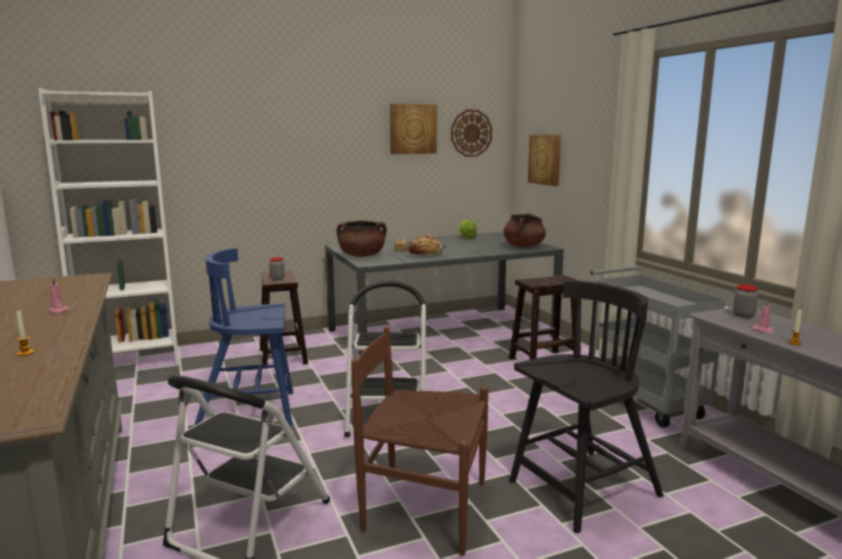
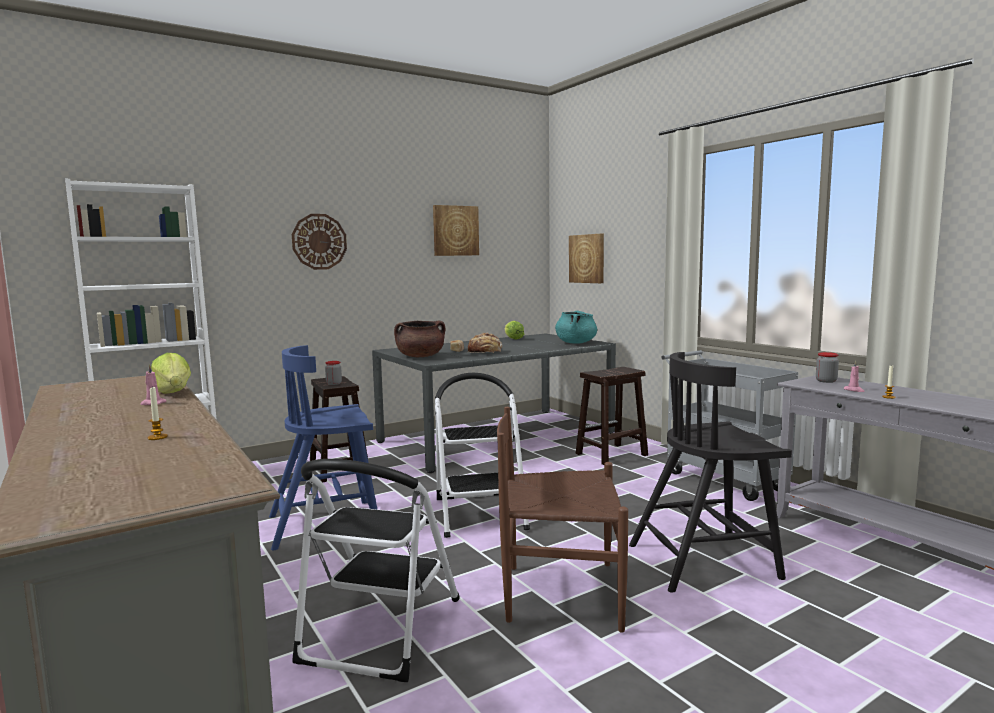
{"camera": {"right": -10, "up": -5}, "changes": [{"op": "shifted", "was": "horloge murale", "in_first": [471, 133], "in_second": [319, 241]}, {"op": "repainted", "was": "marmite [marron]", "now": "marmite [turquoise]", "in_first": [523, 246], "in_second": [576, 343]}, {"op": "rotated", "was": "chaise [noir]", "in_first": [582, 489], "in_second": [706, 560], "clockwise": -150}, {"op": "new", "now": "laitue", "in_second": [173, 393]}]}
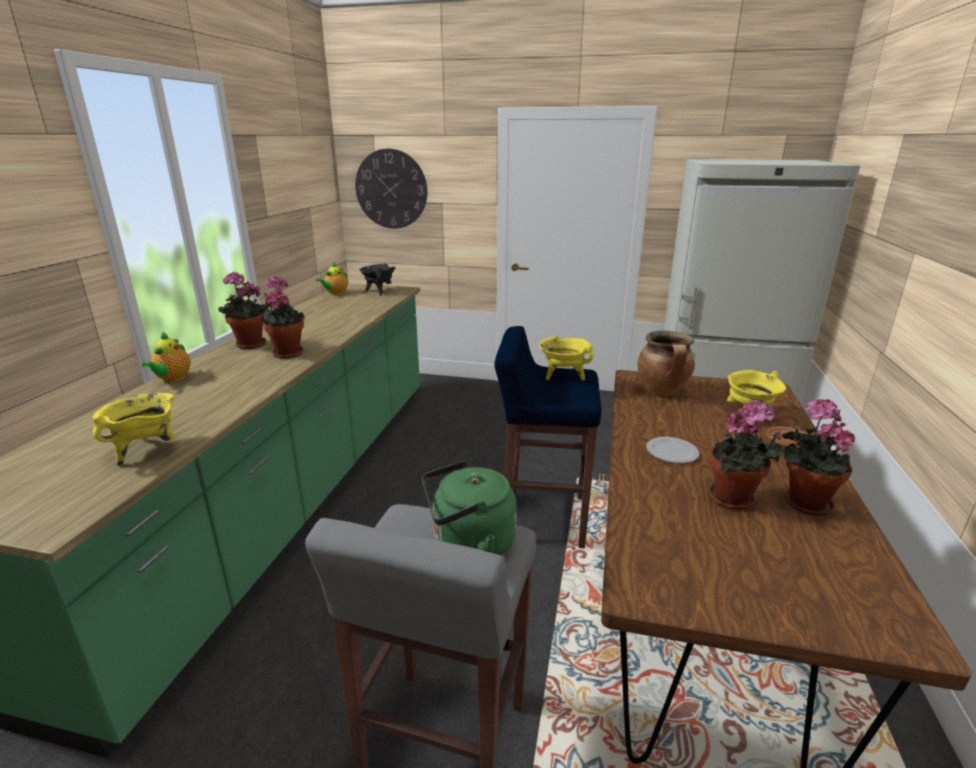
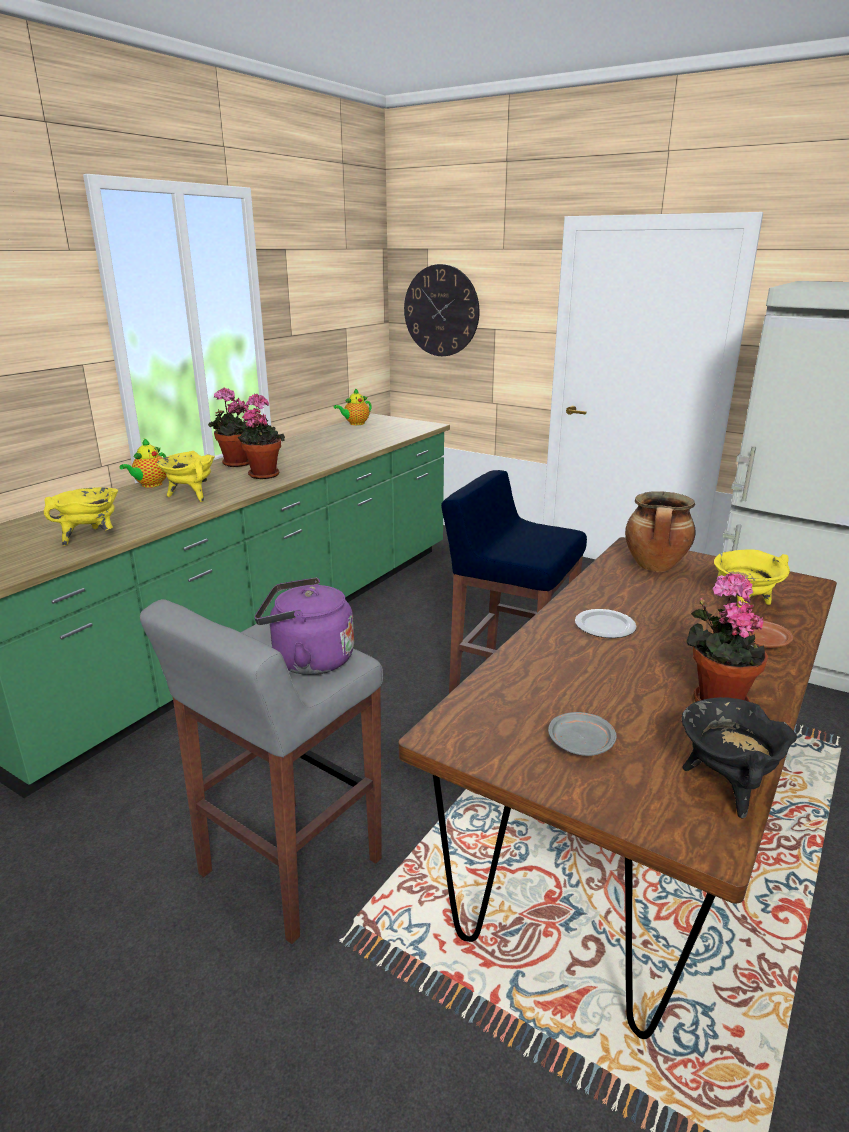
{"camera": {"right": 20, "up": 0}, "changes": [{"op": "shifted", "was": "marmite [noir]", "in_first": [378, 291], "in_second": [725, 786]}, {"op": "repainted", "was": "bouilloire [vert]", "now": "bouilloire [violet]", "in_first": [469, 545], "in_second": [307, 660]}, {"op": "shifted", "was": "marmite [jaune]", "in_first": [563, 376], "in_second": [191, 496]}, {"op": "gone", "was": "plante en pot", "in_first": [734, 500]}, {"op": "new", "now": "assiette [gris]", "in_second": [580, 743]}]}
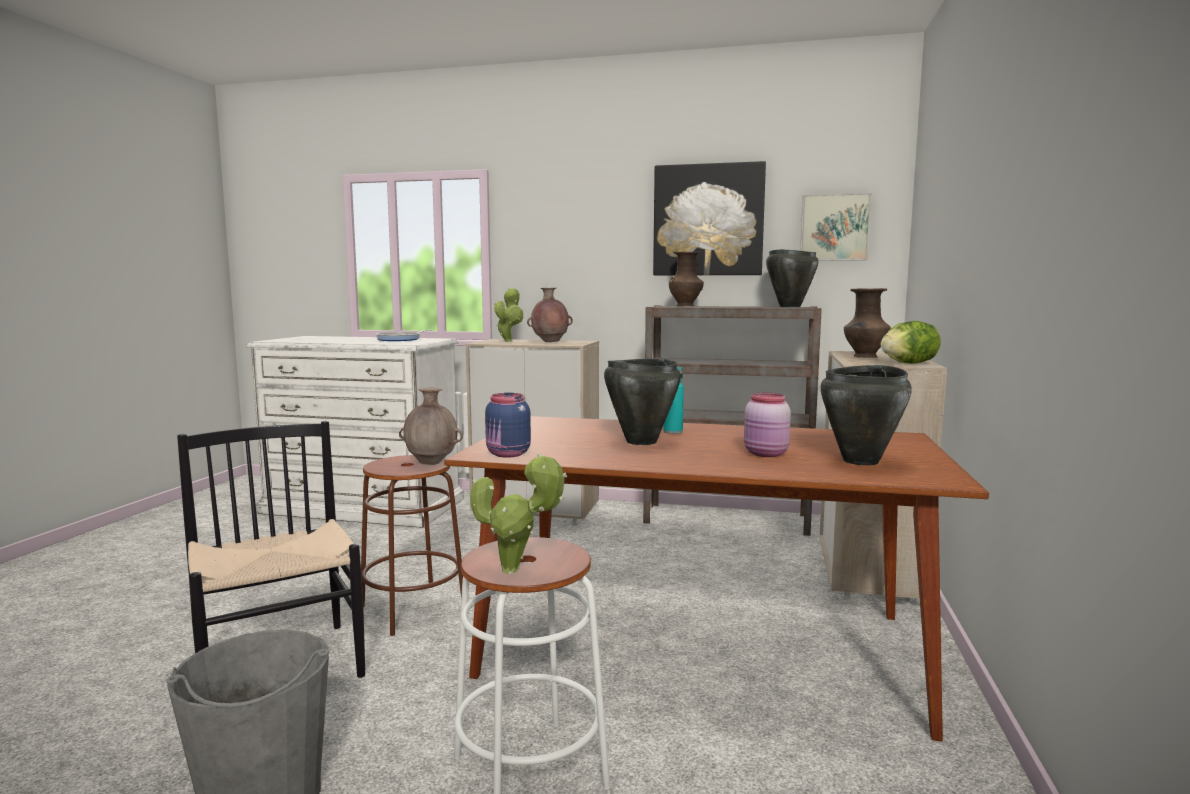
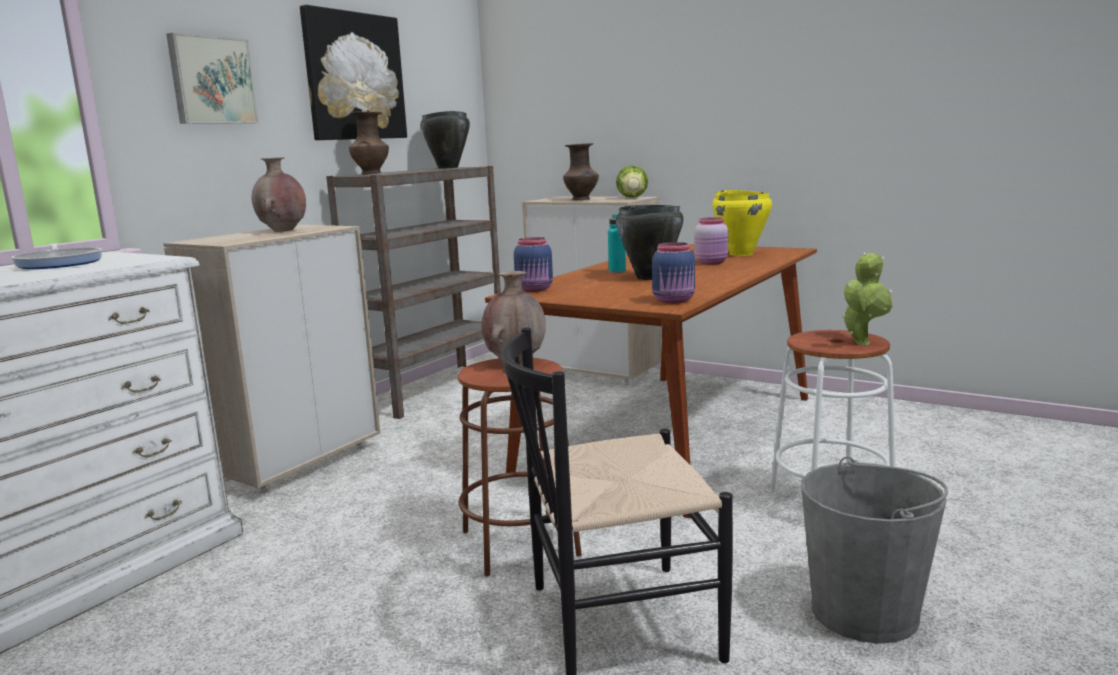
{"camera": {"right": -70, "up": 5}, "changes": [{"op": "gone", "was": "plante en pot", "in_first": [509, 341]}, {"op": "shifted", "was": "tableau", "in_first": [834, 227], "in_second": [211, 80]}, {"op": "repainted", "was": "marmite [noir]", "now": "marmite [jaune]", "in_first": [861, 461], "in_second": [741, 254]}, {"op": "new", "now": "bocal [bleu]", "in_second": [535, 290]}]}
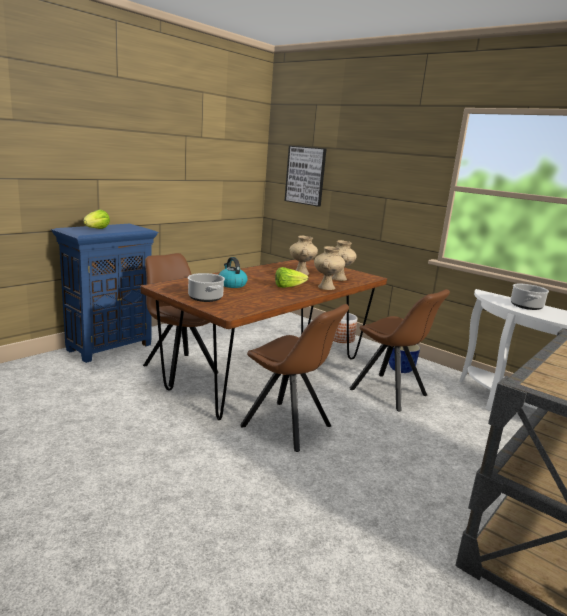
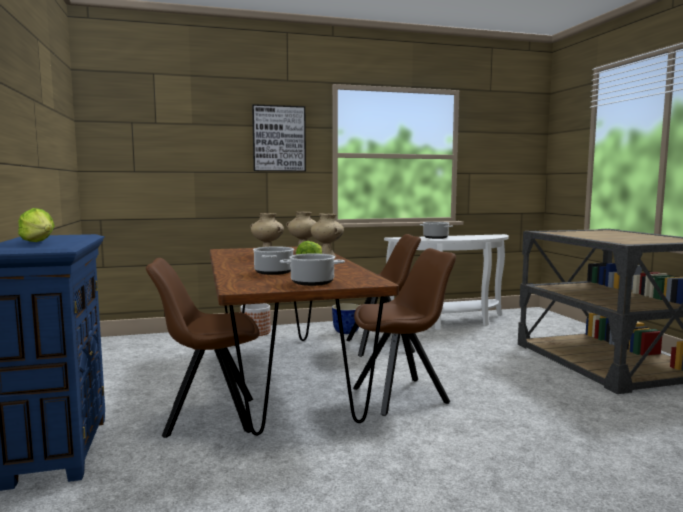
{"camera": {"right": -55, "up": -10}, "changes": [{"op": "swapped", "was": "bouilloire", "now": "marmite", "in_first": [231, 284], "in_second": [274, 272]}, {"op": "shifted", "was": "tableau", "in_first": [305, 175], "in_second": [279, 138]}]}
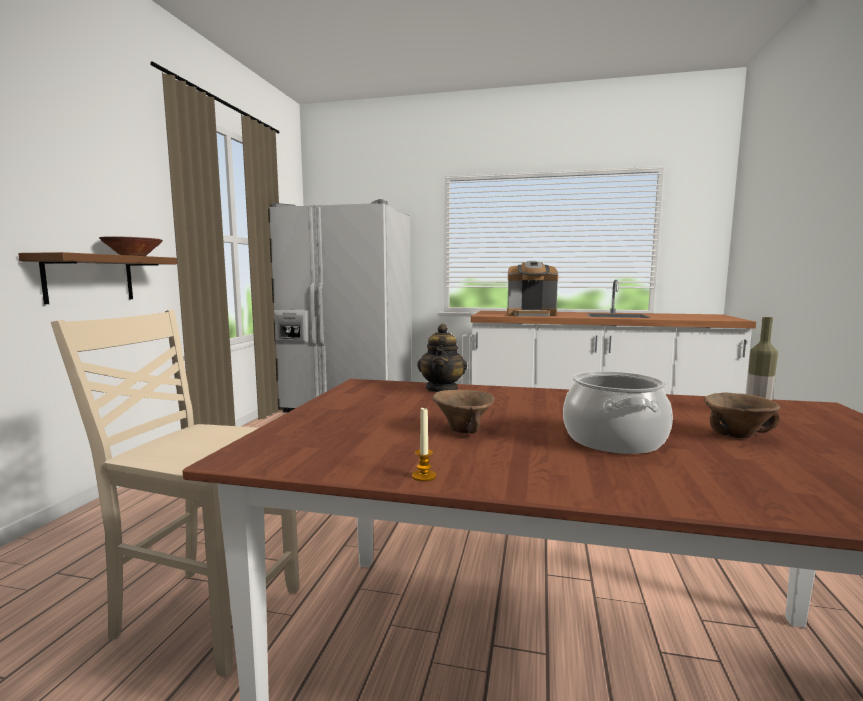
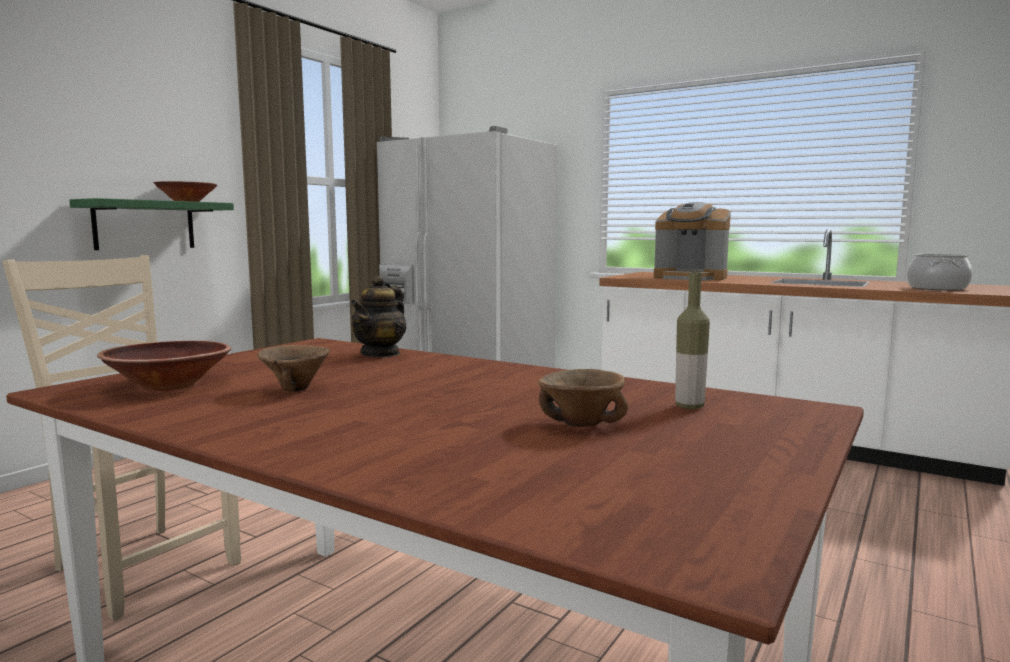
{"camera": {"right": 20, "up": 0}, "changes": [{"op": "repainted", "was": "étagère [marron]", "now": "étagère [vert]", "in_first": [89, 278], "in_second": [144, 225]}, {"op": "gone", "was": "bougie", "in_first": [424, 476]}, {"op": "shifted", "was": "marmite", "in_first": [613, 440], "in_second": [936, 288]}, {"op": "new", "now": "bol [marron]", "in_second": [168, 385]}]}
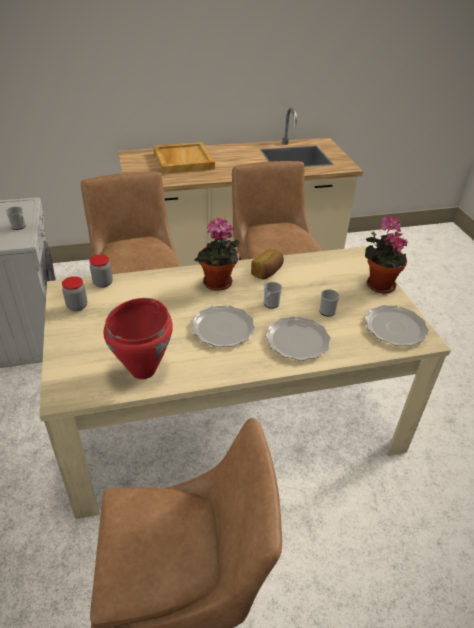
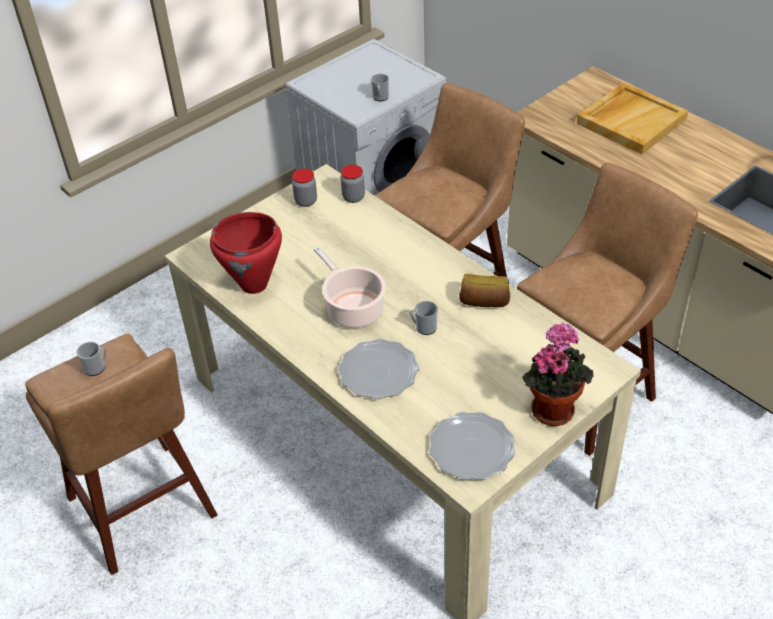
{"camera": {"right": 65, "up": 5}, "changes": [{"op": "swapped", "was": "assiette", "now": "marmite", "in_first": [222, 328], "in_second": [353, 309]}, {"op": "gone", "was": "plante en pot", "in_first": [218, 285]}, {"op": "shifted", "was": "mug", "in_first": [327, 310], "in_second": [97, 367]}]}
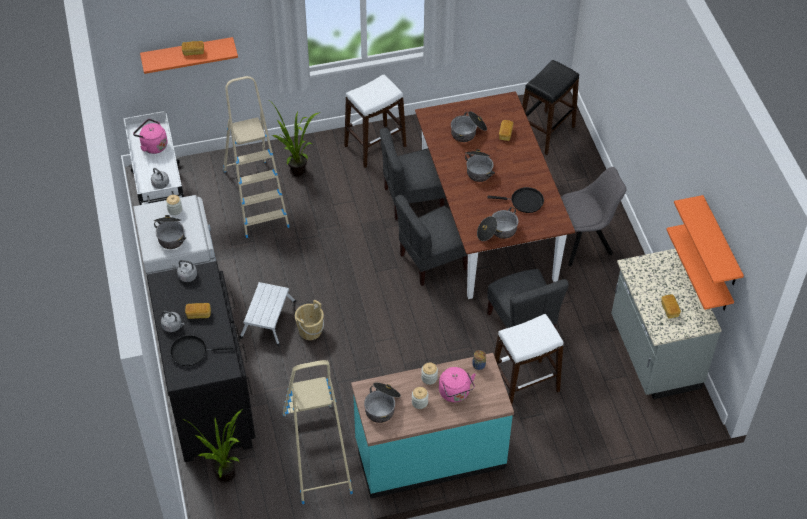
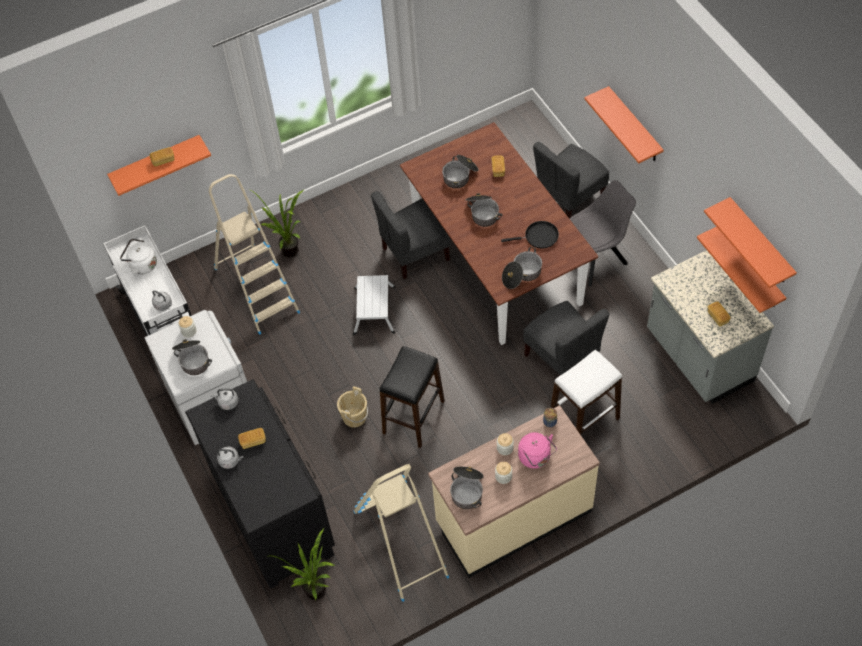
{"camera": {"right": -10, "up": 5}, "changes": [{"op": "repainted", "was": "bouilloire [rose]", "now": "bouilloire [blanc]", "in_first": [152, 145], "in_second": [142, 265]}, {"op": "gone", "was": "poêle [noir]", "in_first": [192, 352]}, {"op": "shifted", "was": "escabeau [blanc]", "in_first": [268, 319], "in_second": [374, 309]}, {"op": "gone", "was": "tabouret [blanc]", "in_first": [375, 146]}, {"op": "repainted", "was": "comptoir de cuisine [turquoise]", "now": "comptoir de cuisine [beige]", "in_first": [430, 454], "in_second": [513, 516]}, {"op": "shifted", "was": "chaise [gris]", "in_first": [432, 261], "in_second": [569, 199]}, {"op": "shifted", "was": "tabouret [noir]", "in_first": [546, 132], "in_second": [413, 417]}, {"op": "new", "now": "étagère [orange]", "in_second": [634, 126]}]}
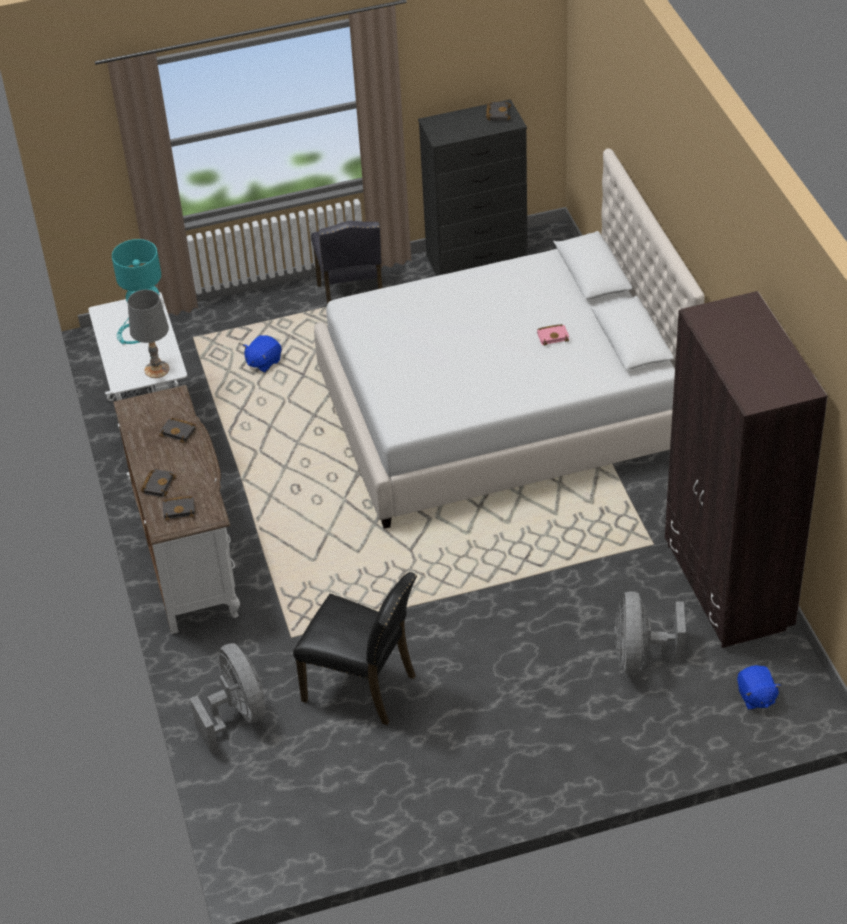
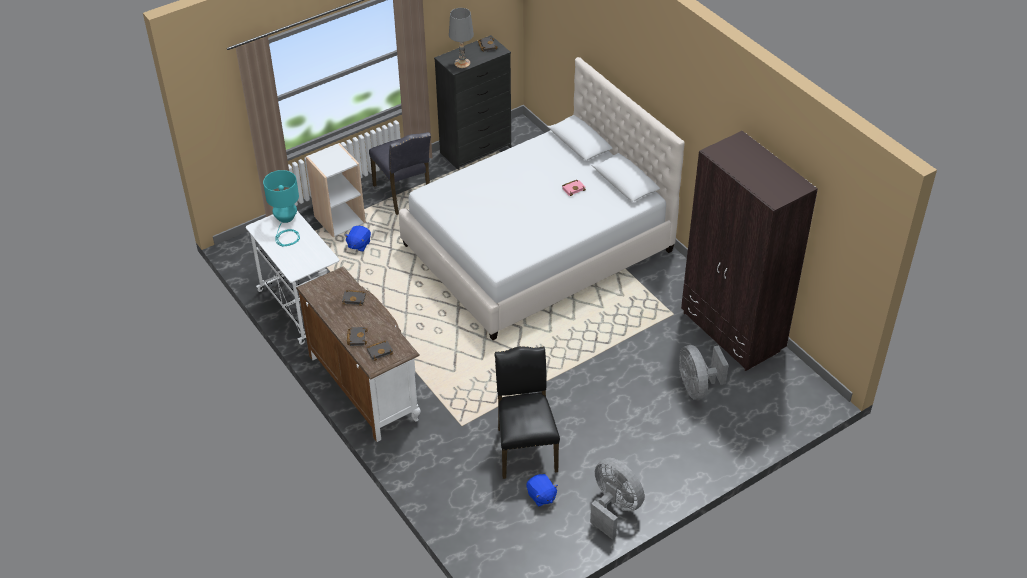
{"camera": {"right": -20, "up": 0}, "changes": [{"op": "shifted", "was": "lampe de table [gris]", "in_first": [157, 369], "in_second": [462, 63]}, {"op": "shifted", "was": "ventilateur [gris]", "in_first": [237, 715], "in_second": [614, 508]}, {"op": "rotated", "was": "chaise [noir]", "in_first": [363, 687], "in_second": [525, 448], "clockwise": -105}, {"op": "shifted", "was": "peluche [bleu]", "in_first": [756, 697], "in_second": [541, 496]}, {"op": "new", "now": "bibliothèque", "in_second": [340, 219]}]}
